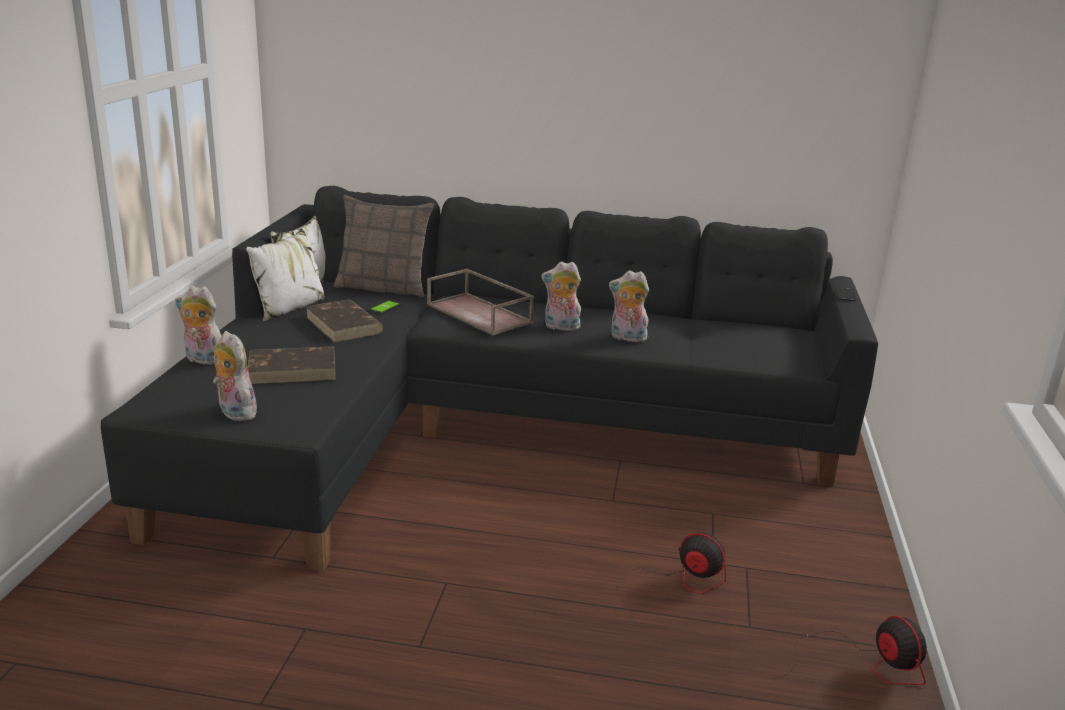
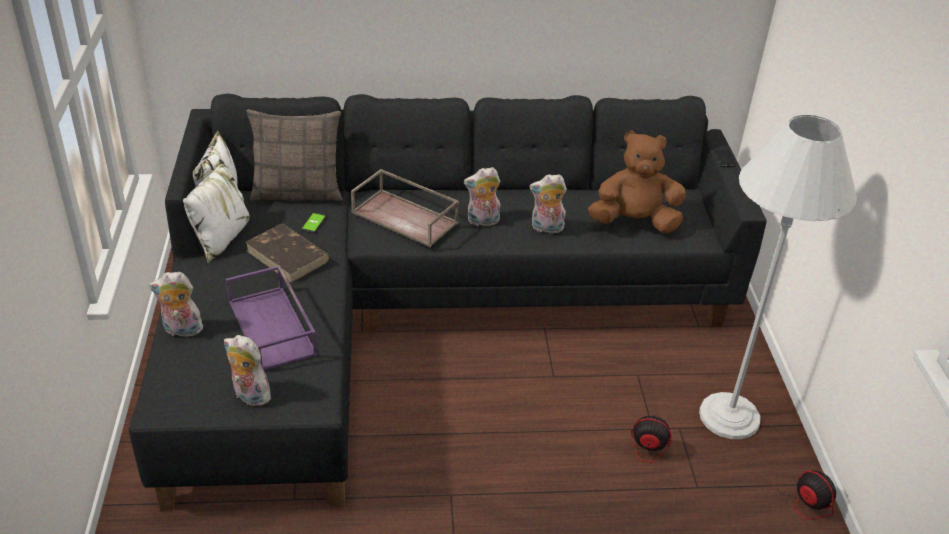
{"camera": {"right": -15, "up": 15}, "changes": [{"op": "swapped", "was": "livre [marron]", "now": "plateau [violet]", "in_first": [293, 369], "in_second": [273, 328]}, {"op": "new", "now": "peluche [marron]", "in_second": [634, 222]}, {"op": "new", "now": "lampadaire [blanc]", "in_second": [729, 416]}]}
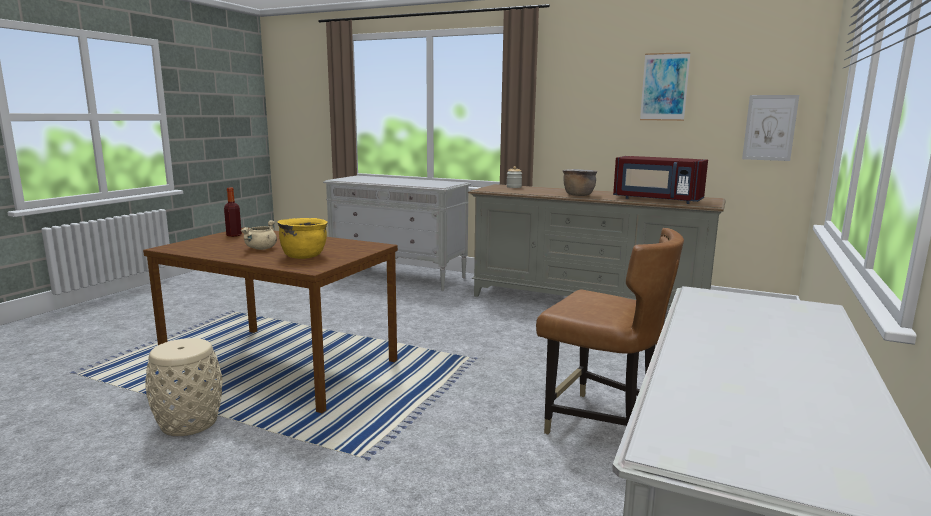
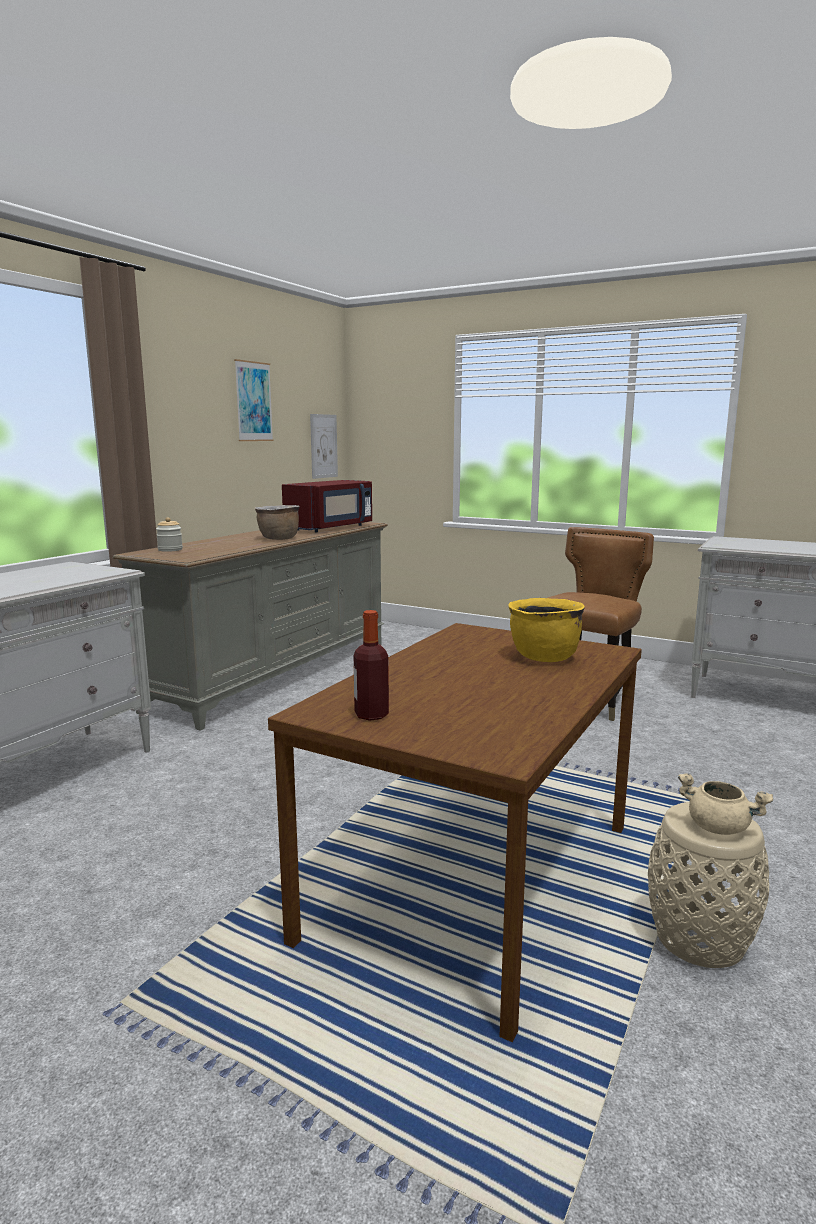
{"camera": {"right": -85, "up": 0}, "changes": [{"op": "shifted", "was": "marmite [beige]", "in_first": [261, 248], "in_second": [719, 827]}]}
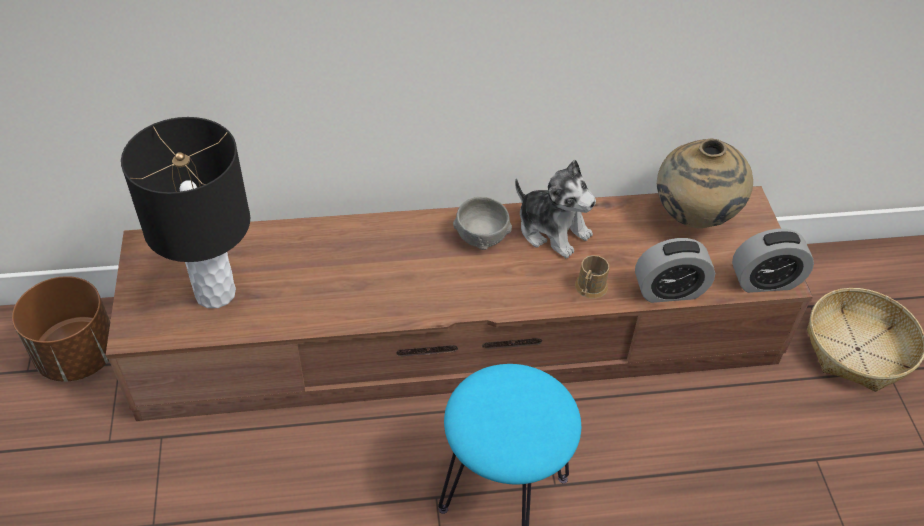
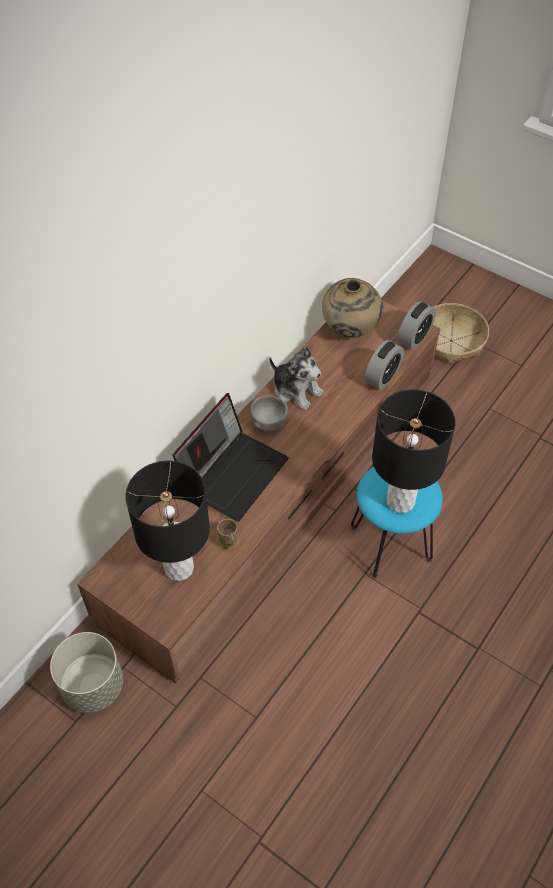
{"camera": {"right": -45, "up": 5}, "changes": [{"op": "repainted", "was": "cache-pot [marron]", "now": "cache-pot [gris]", "in_first": [78, 356], "in_second": [93, 686]}, {"op": "rotated", "was": "peluche", "in_first": [552, 230], "in_second": [296, 390], "clockwise": 45}, {"op": "shifted", "was": "mug [marron]", "in_first": [589, 289], "in_second": [229, 542]}, {"op": "new", "now": "ordinateur portable", "in_second": [233, 472]}, {"op": "new", "now": "lampe de table [noir]", "in_second": [400, 501]}]}
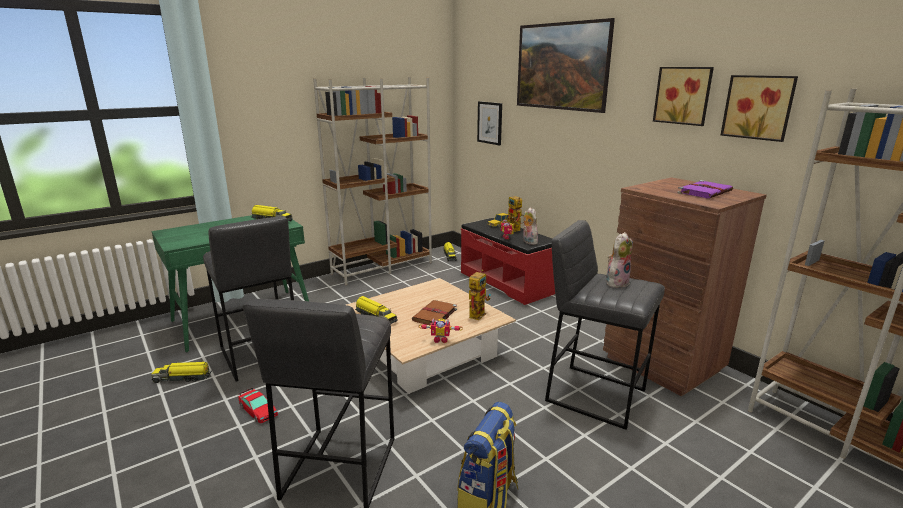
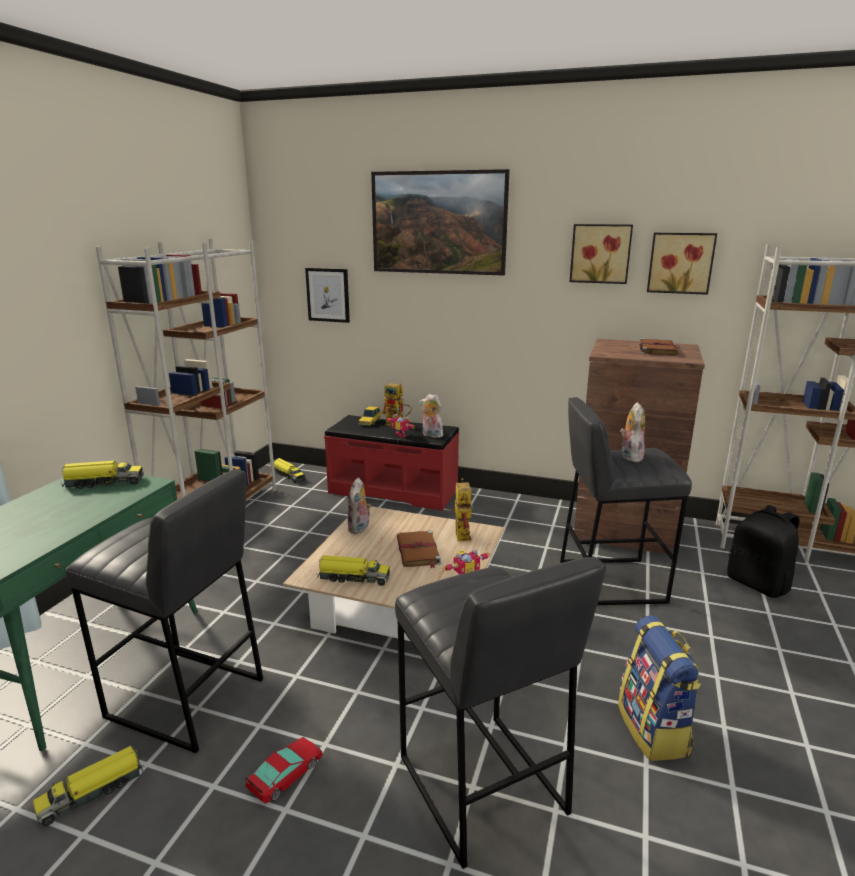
{"camera": {"right": -35, "up": 0}, "changes": [{"op": "rotated", "was": "petite voiture", "in_first": [258, 410], "in_second": [286, 775], "clockwise": -60}, {"op": "repainted", "was": "livre [violet]", "now": "livre [marron]", "in_first": [705, 192], "in_second": [657, 349]}, {"op": "new", "now": "peluche", "in_second": [359, 528]}, {"op": "new", "now": "sac à dos [noir]", "in_second": [758, 584]}]}
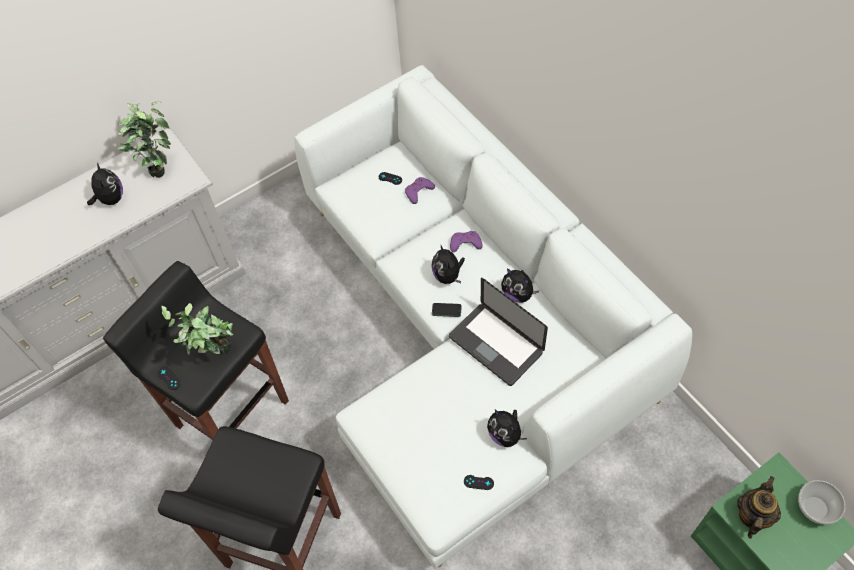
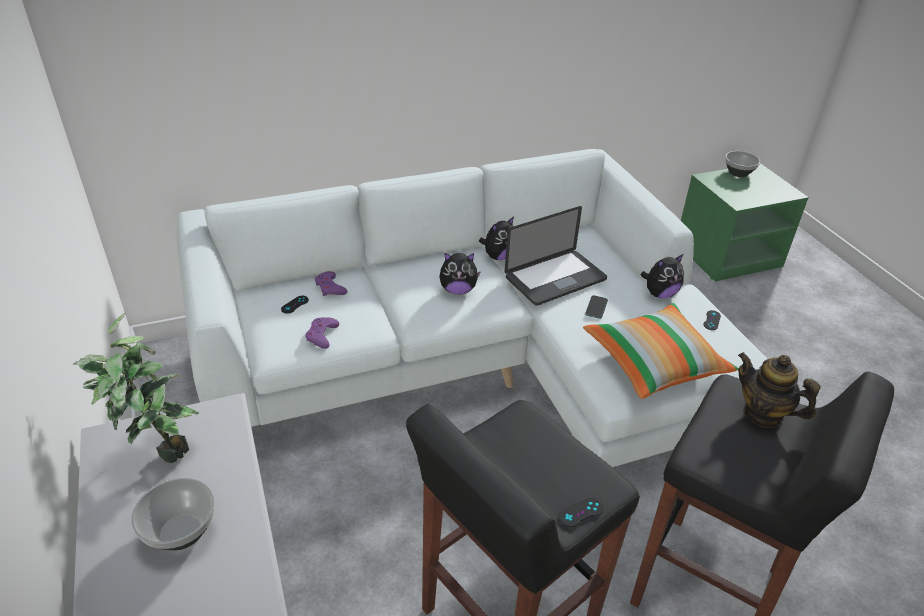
{"camera": {"right": -80, "up": -20}, "changes": [{"op": "swapped", "was": "peluche", "now": "bol", "in_first": [111, 199], "in_second": [180, 532]}, {"op": "gone", "was": "plante en pot", "in_first": [215, 355]}, {"op": "shifted", "was": "téléphone", "in_first": [446, 310], "in_second": [596, 307]}, {"op": "shifted", "was": "manette [violet]", "in_first": [465, 243], "in_second": [322, 335]}, {"op": "shifted", "was": "théière", "in_first": [752, 515], "in_second": [763, 414]}, {"op": "new", "now": "coussin", "in_second": [654, 362]}]}
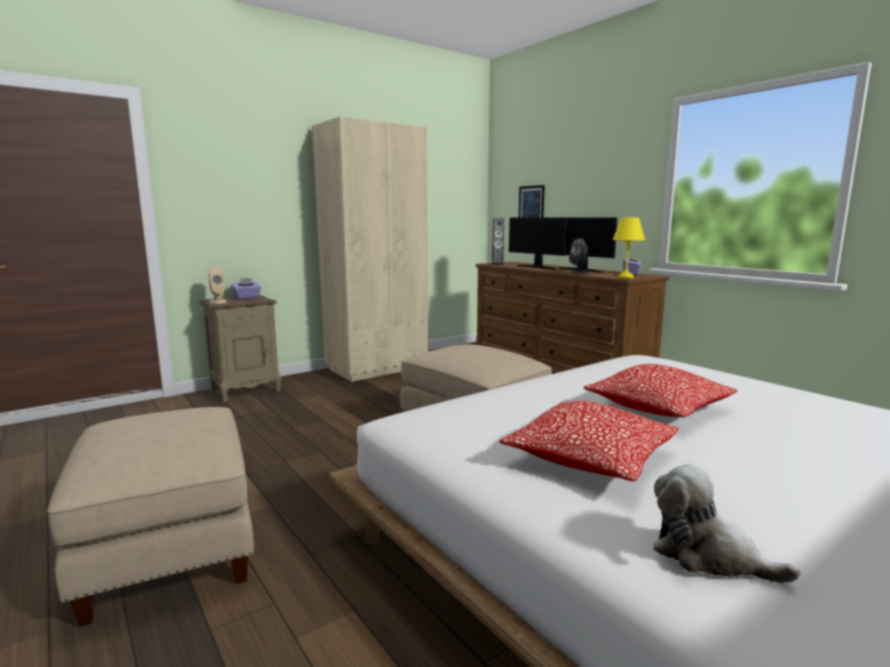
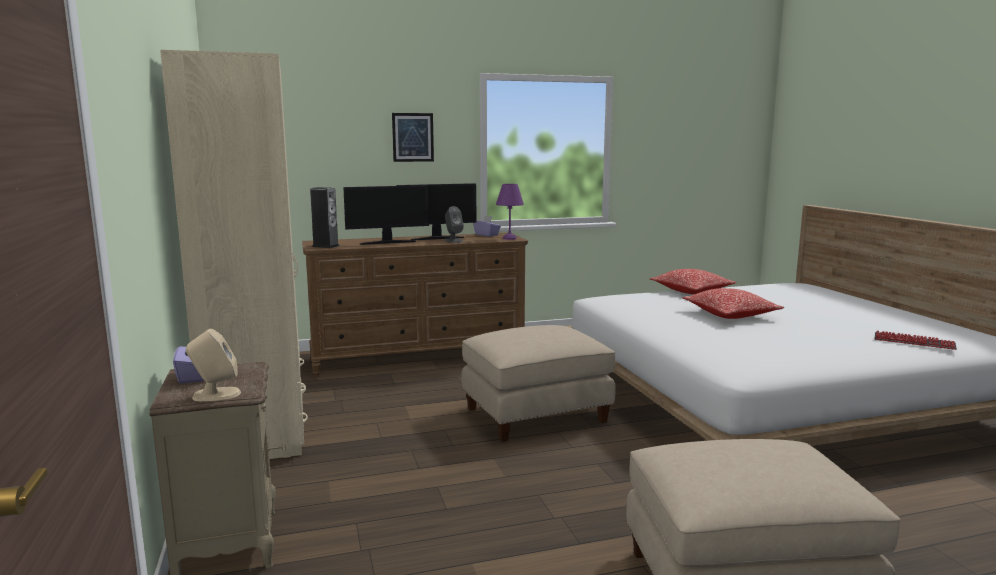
{"camera": {"right": -70, "up": 0}, "changes": [{"op": "shifted", "was": "coussin", "in_first": [590, 458], "in_second": [691, 291]}, {"op": "shifted", "was": "tableau", "in_first": [531, 206], "in_second": [413, 137]}, {"op": "repainted", "was": "lampe de table [jaune]", "now": "lampe de table [violet]", "in_first": [625, 277], "in_second": [509, 238]}, {"op": "swapped", "was": "peluche", "now": "clavier", "in_first": [707, 555], "in_second": [914, 342]}]}
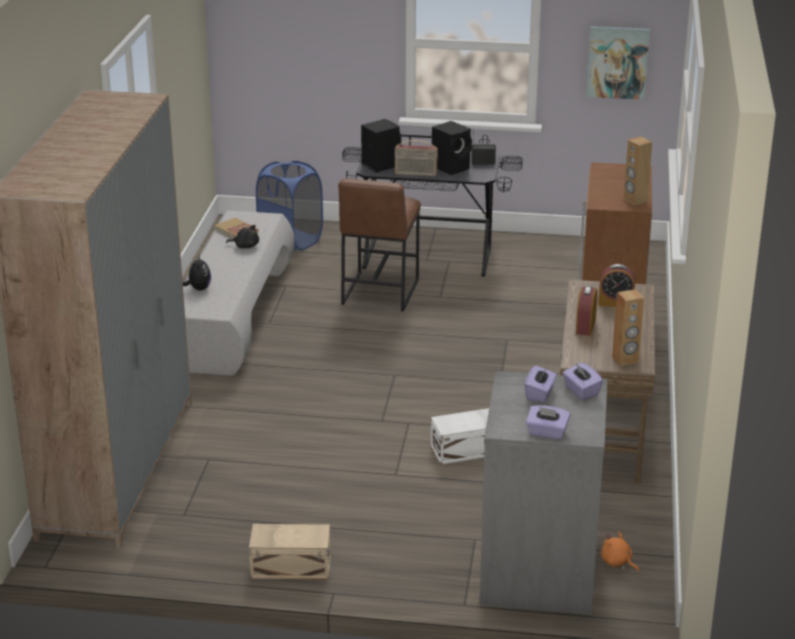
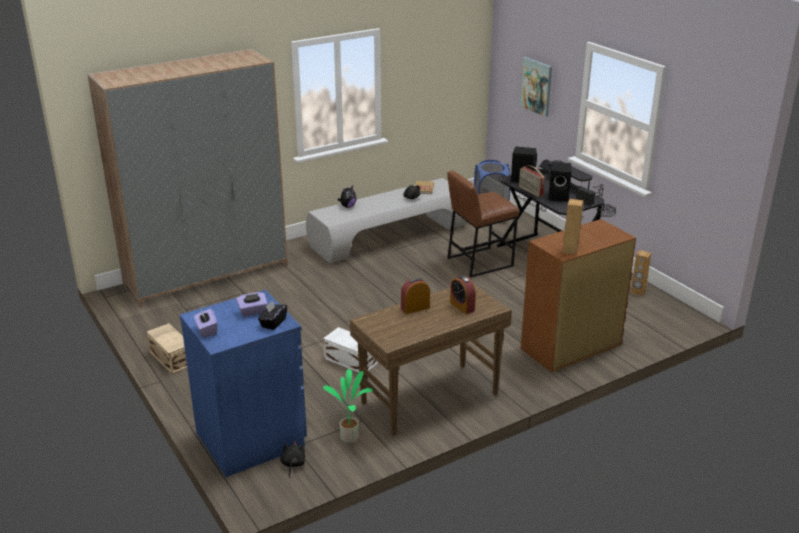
{"camera": {"right": 50, "up": 0}, "changes": [{"op": "repainted", "was": "commode [gris]", "now": "commode [bleu]", "in_first": [537, 572], "in_second": [250, 438]}, {"op": "repainted", "was": "boîte à mouchoirs [violet]", "now": "boîte à mouchoirs [noir]", "in_first": [581, 391], "in_second": [273, 323]}, {"op": "shifted", "was": "tableau", "in_first": [617, 62], "in_second": [536, 86]}, {"op": "repainted", "was": "peluche [orange]", "now": "peluche [noir]", "in_first": [617, 563], "in_second": [293, 464]}, {"op": "shifted", "was": "enceinte [marron]", "in_first": [625, 360], "in_second": [638, 292]}, {"op": "new", "now": "plante en pot", "in_second": [350, 436]}]}
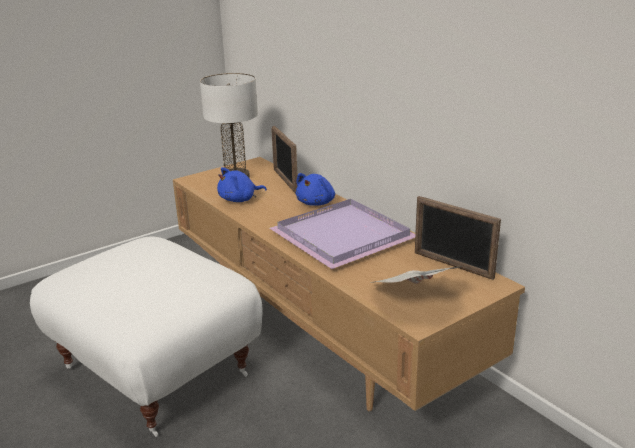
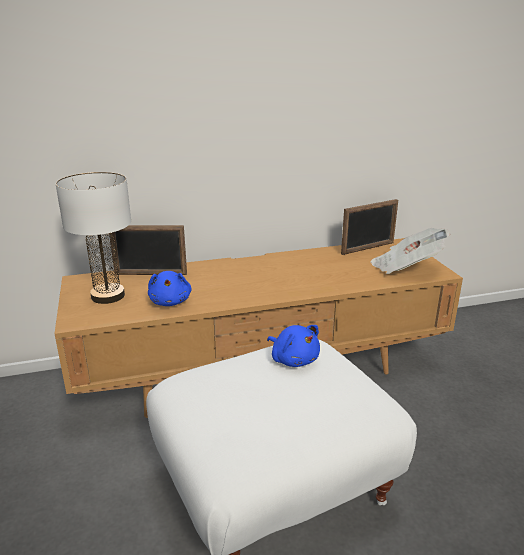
{"camera": {"right": -70, "up": 0}, "changes": [{"op": "gone", "was": "plateau [violet]", "in_first": [345, 236]}, {"op": "shifted", "was": "peluche [bleu]", "in_first": [316, 203], "in_second": [293, 359]}]}
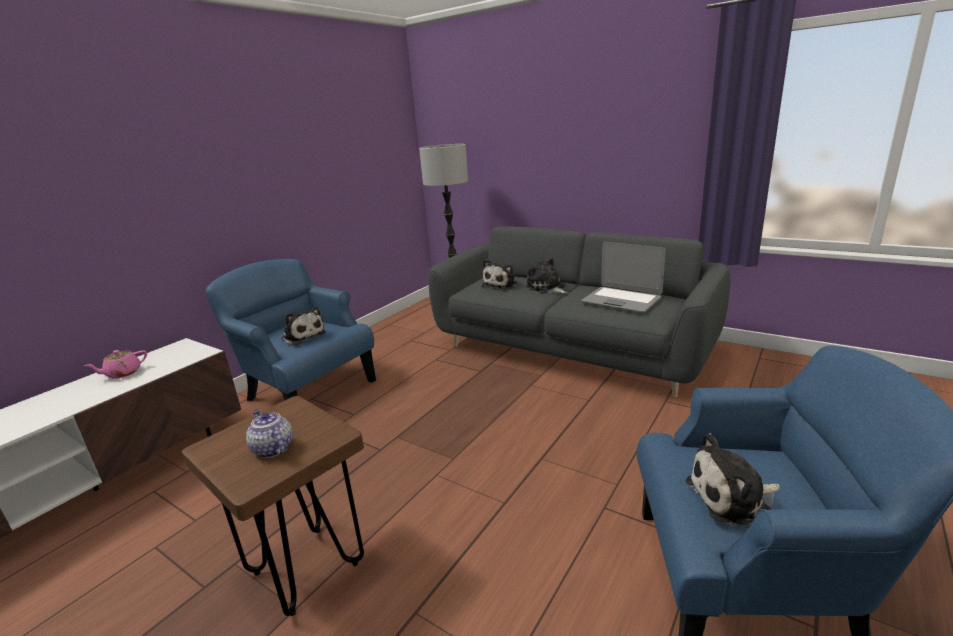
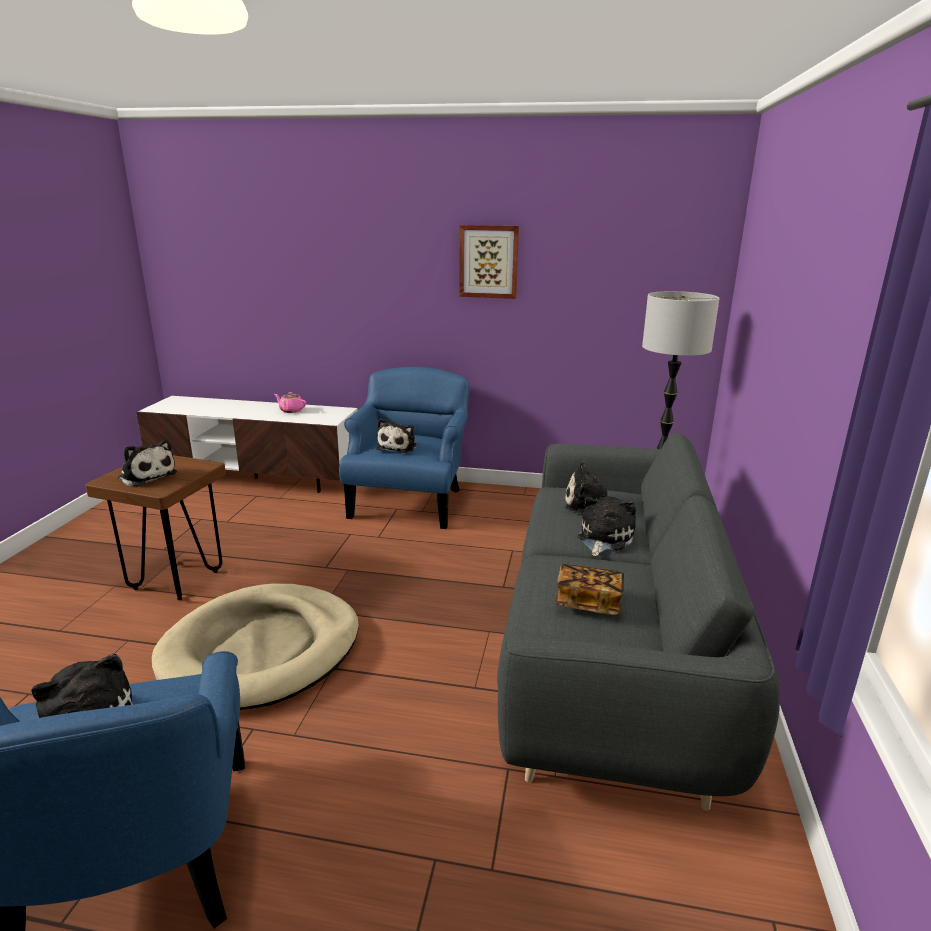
{"camera": {"right": 65, "up": 0}, "changes": [{"op": "swapped", "was": "théière", "now": "peluche", "in_first": [272, 449], "in_second": [146, 475]}, {"op": "swapped", "was": "ordinateur portable", "now": "livre", "in_first": [621, 300], "in_second": [588, 603]}, {"op": "new", "now": "panier pour chien [beige]", "in_second": [262, 650]}, {"op": "new", "now": "tableau", "in_second": [488, 261]}]}
